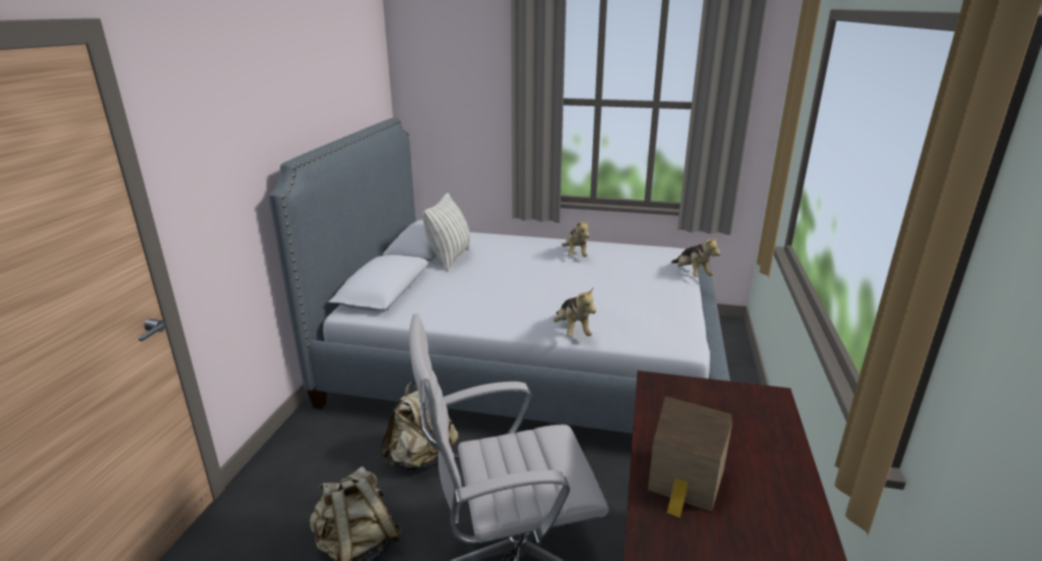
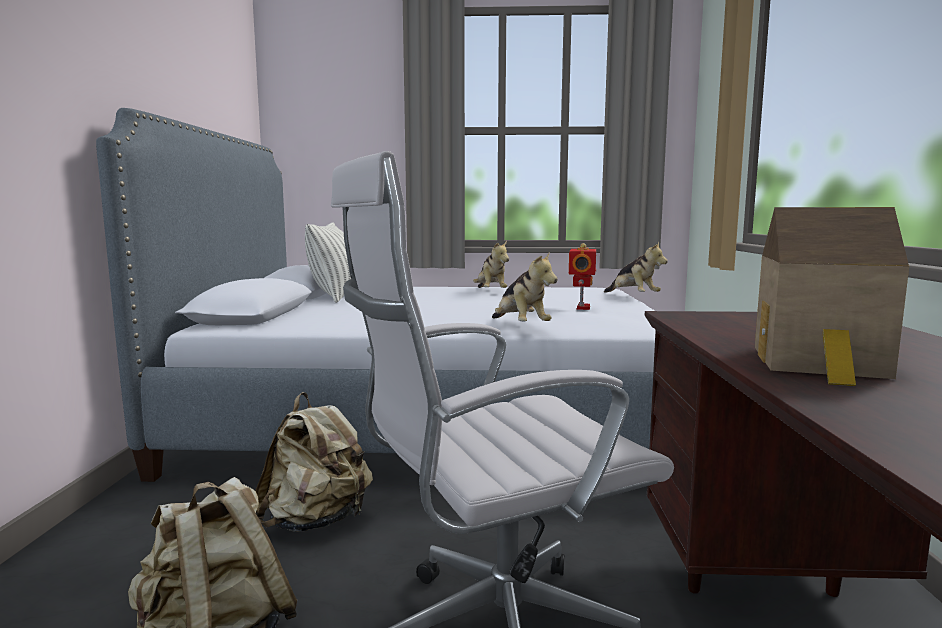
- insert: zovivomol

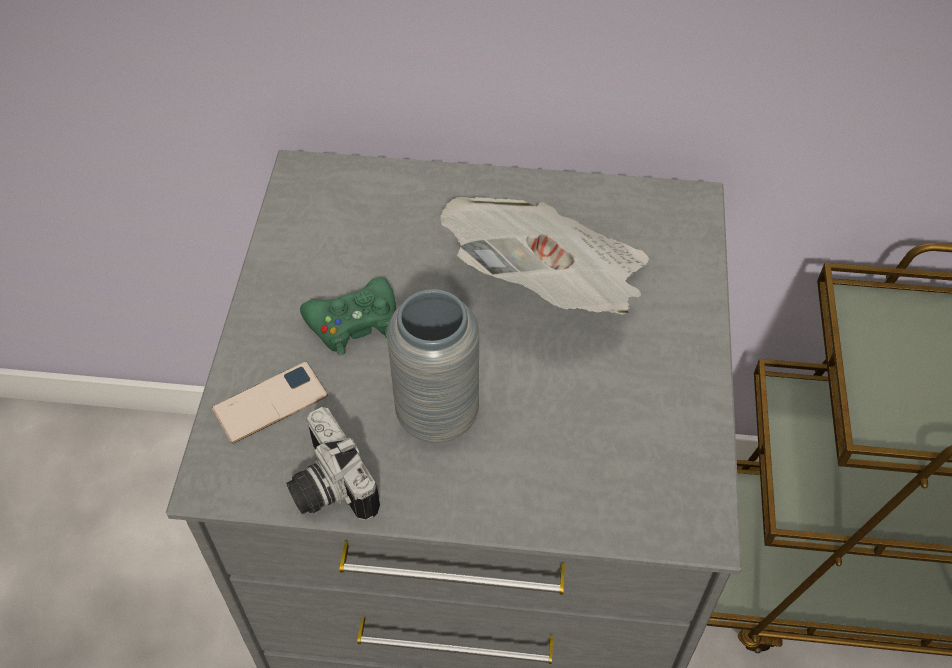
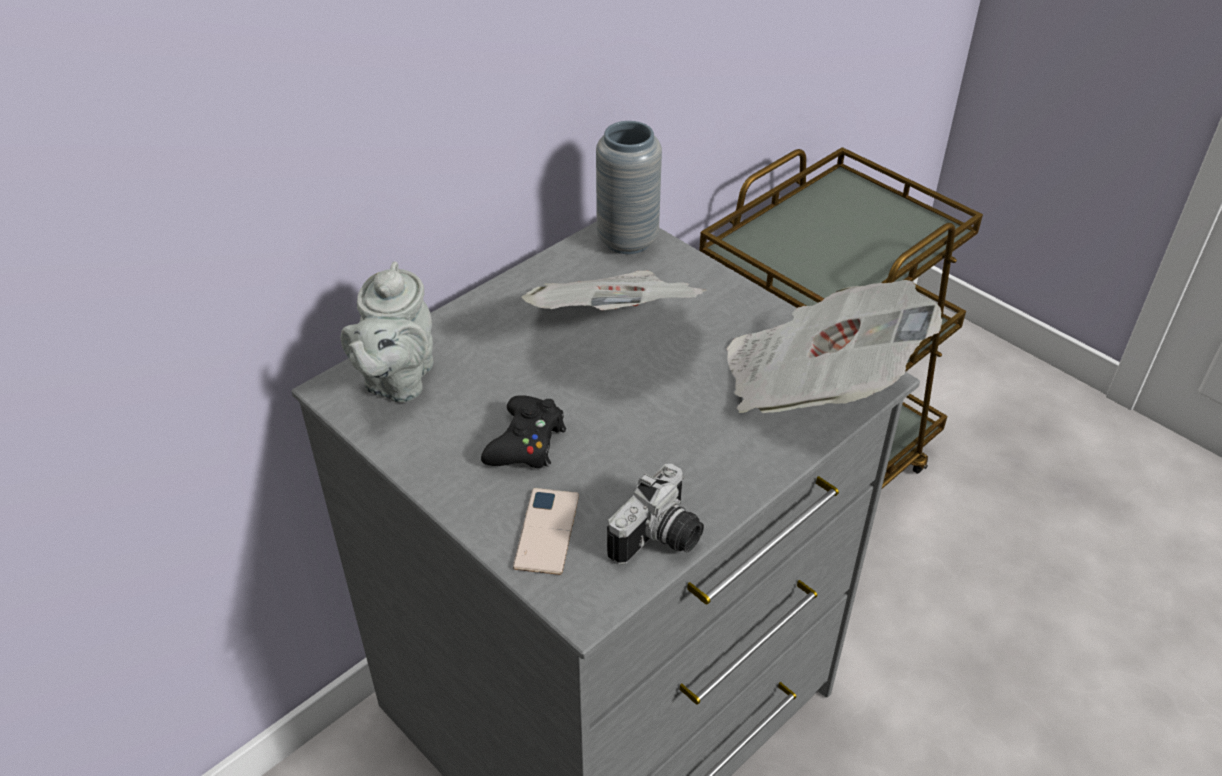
- insert: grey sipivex
- recolor: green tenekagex to black tenekagex
- move: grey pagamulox
- rotate: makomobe 60 degrees counterclockwise
- insert: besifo (2nd from left)

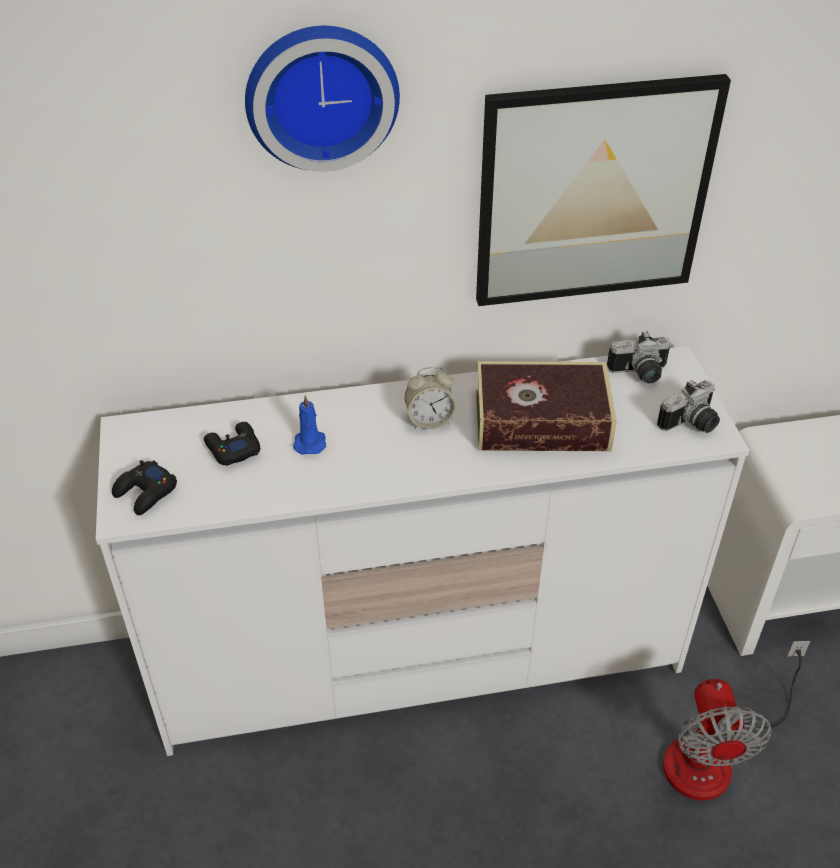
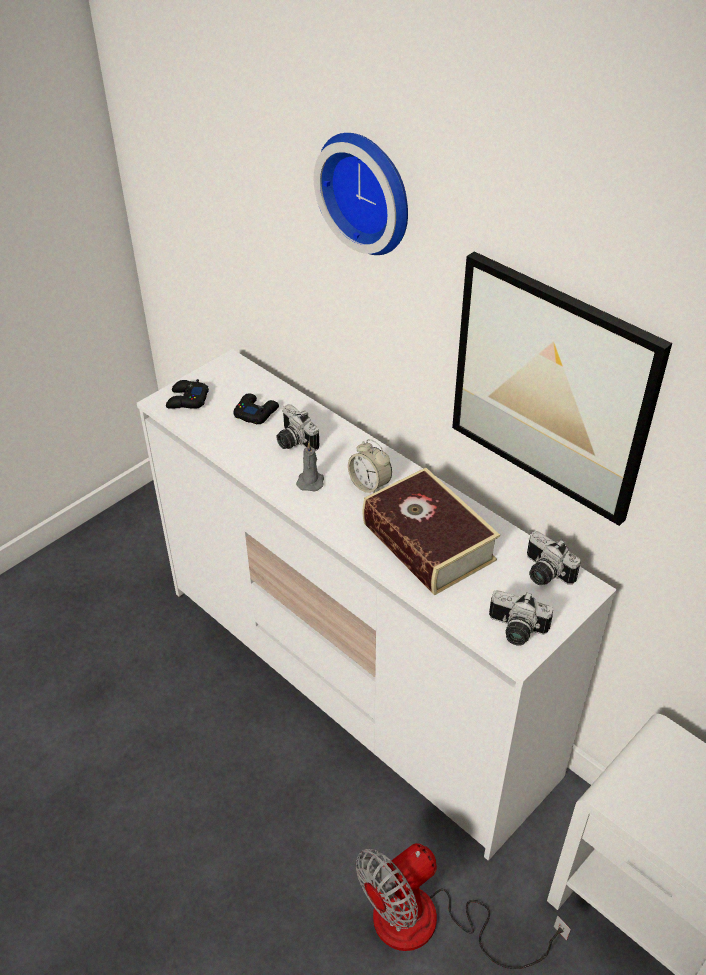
- replace: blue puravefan to makomobe (1st from left)
- insert: grey puravefan

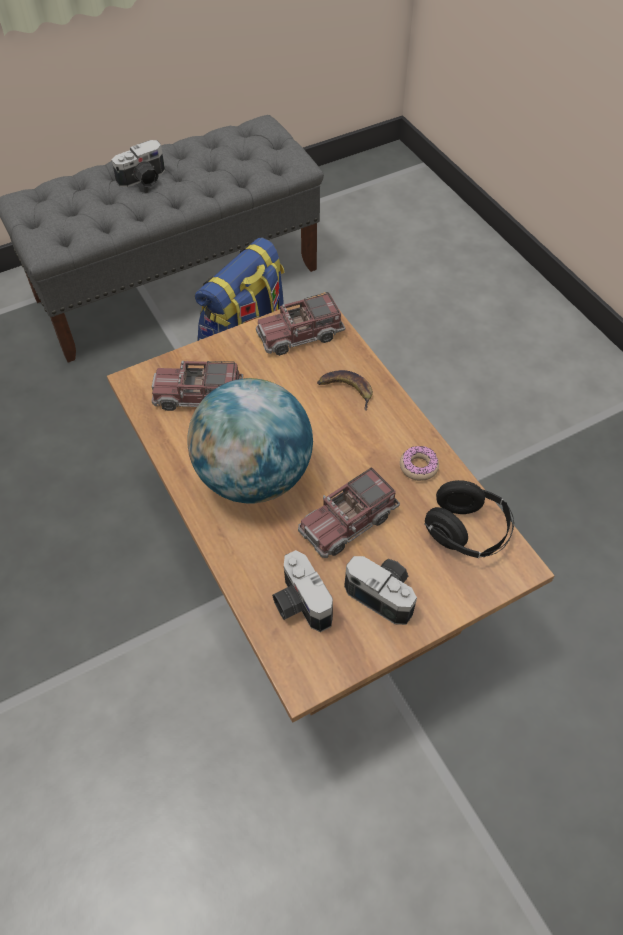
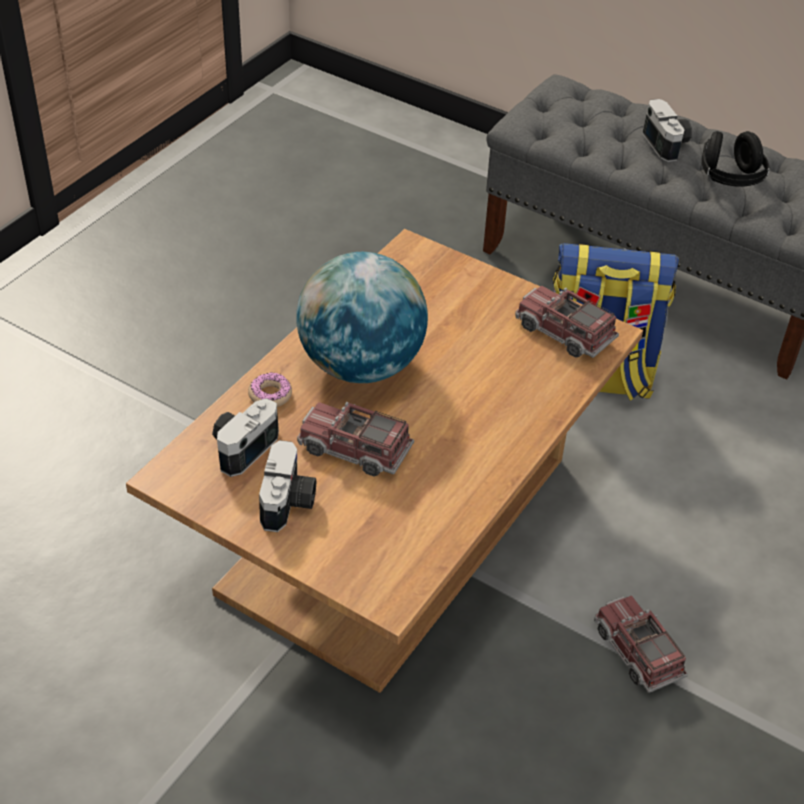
- move: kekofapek
- move: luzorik (1st from left in the first image) to luzorik (3rd from left)
- rotate: makomobe (1st from left in the first image) 135 degrees counterclockwise
- move: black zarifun
- delete: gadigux

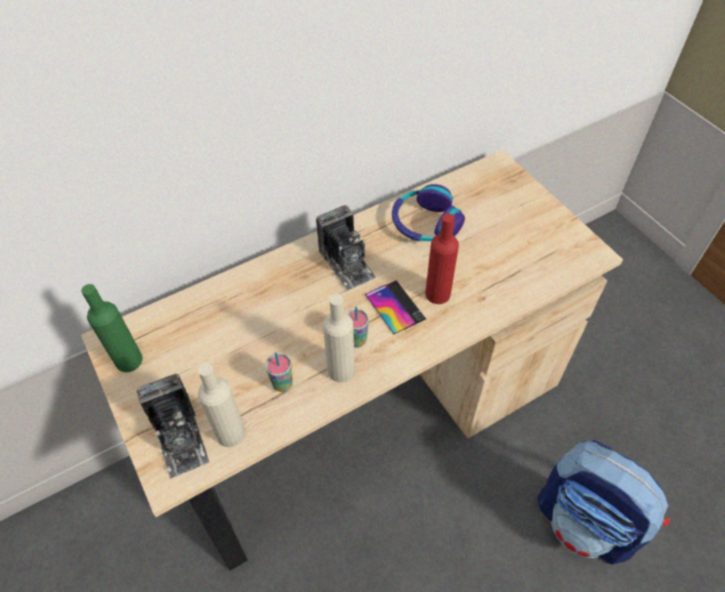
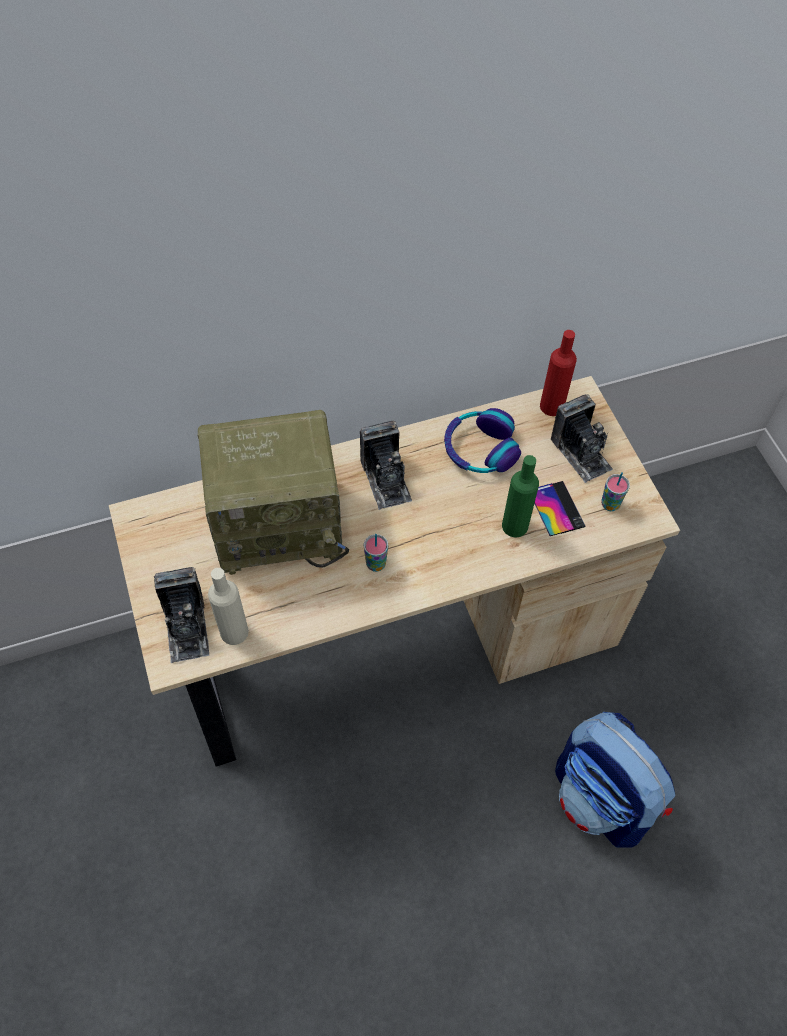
- insert: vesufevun
- move: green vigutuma
- move: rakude
- move: red vigutuma
- insert: makomobe (3rd from left)
- move: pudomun (1st from left in the first image) to pudomun (2nd from left)
- delete: beige vigutuma (2nd from left)

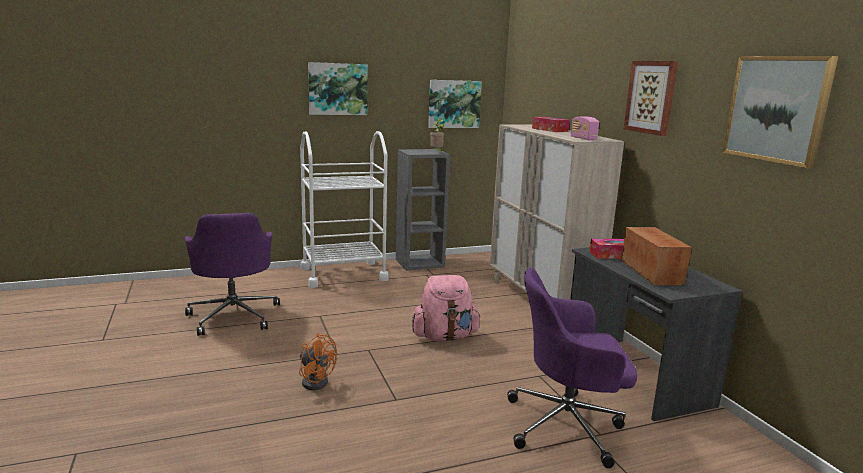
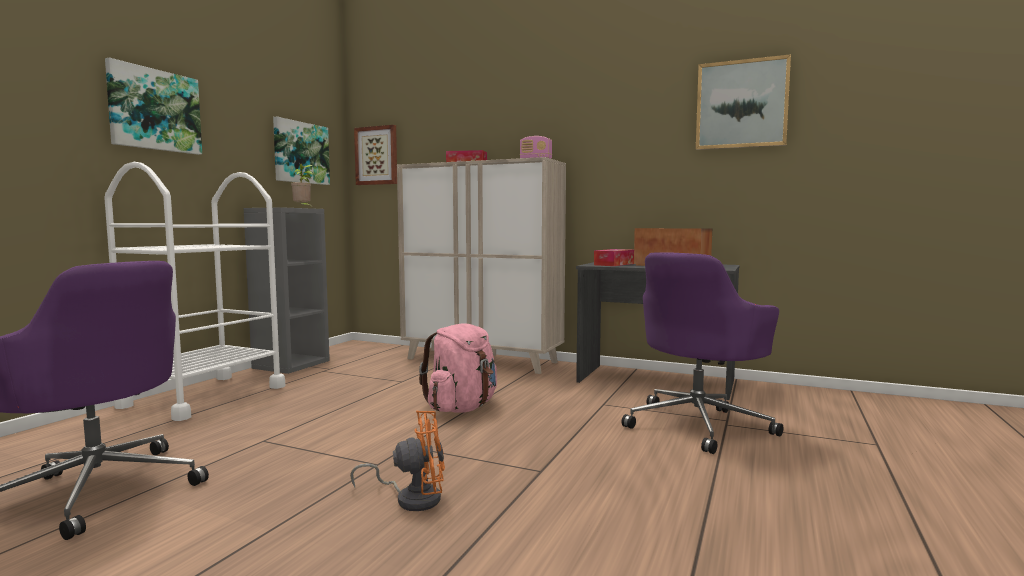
- move: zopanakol (3rd from left)

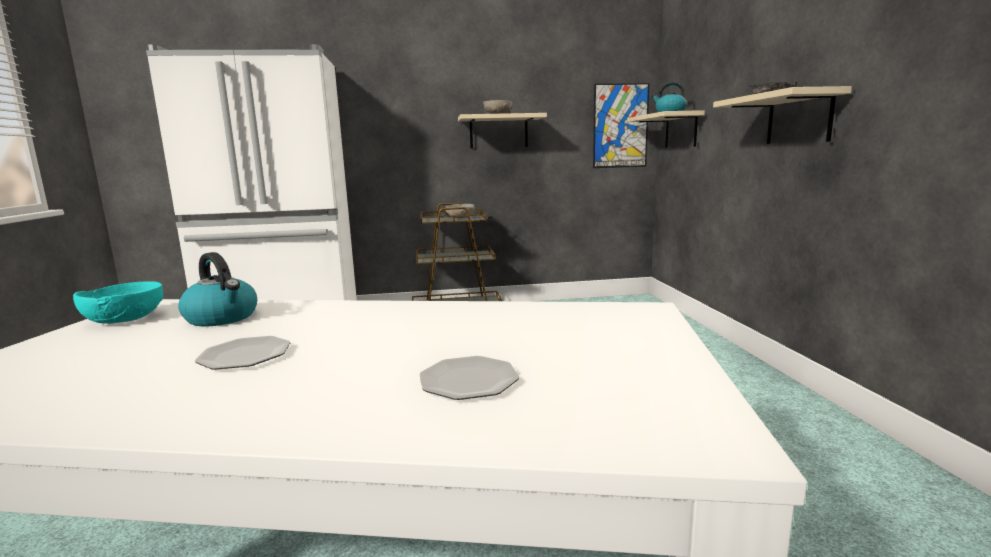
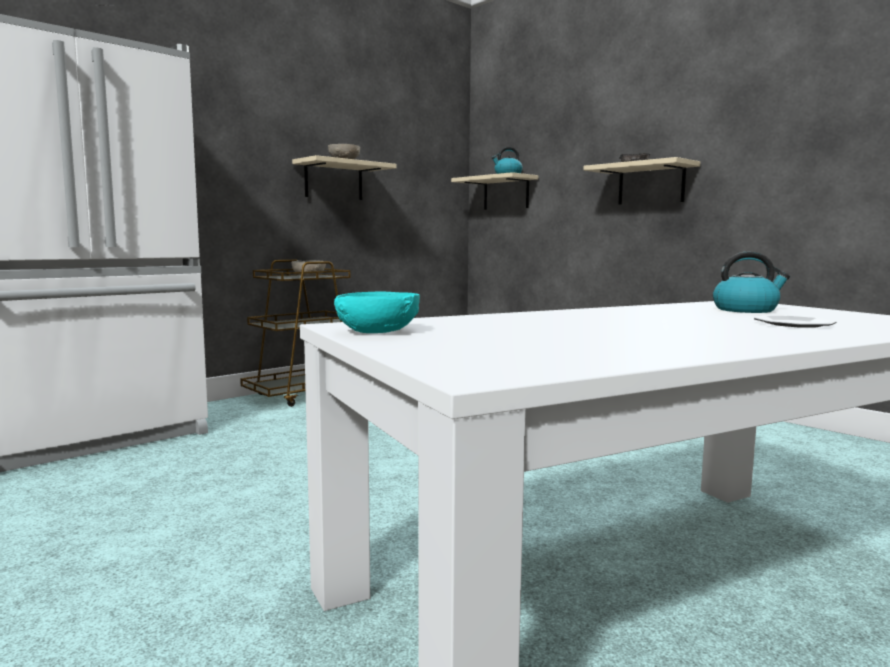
- move: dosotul (1st from left in the first image) to dosotul (2nd from left)
- delete: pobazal (1st from left)
- delete: zopanakol

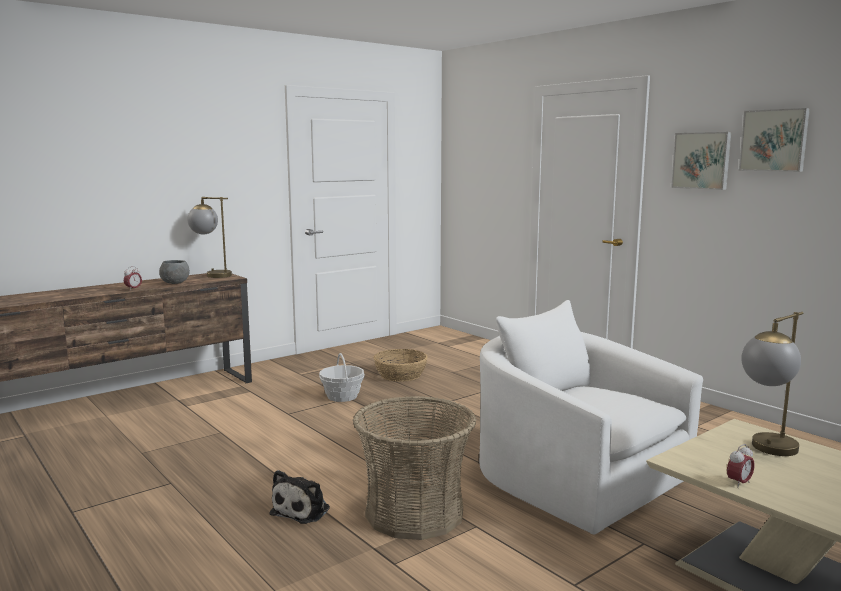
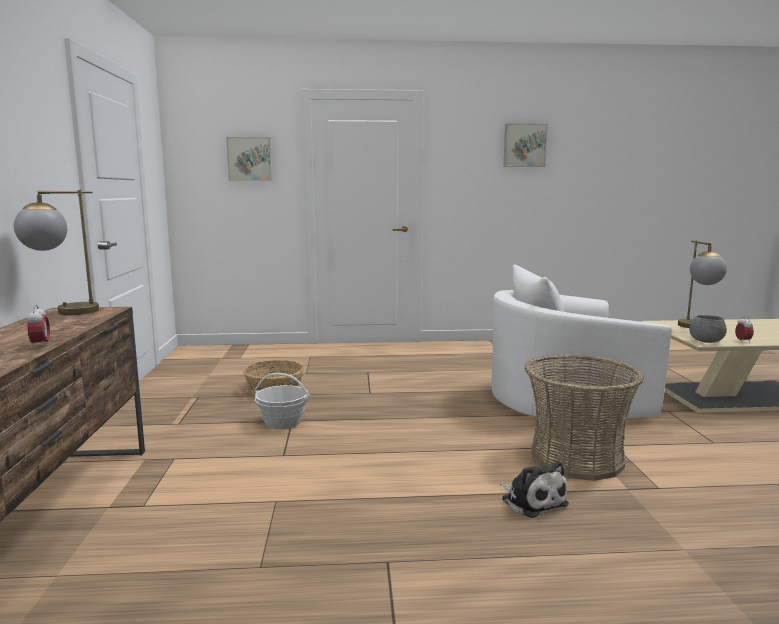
- move: zopanakol (1st from left)
- move: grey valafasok

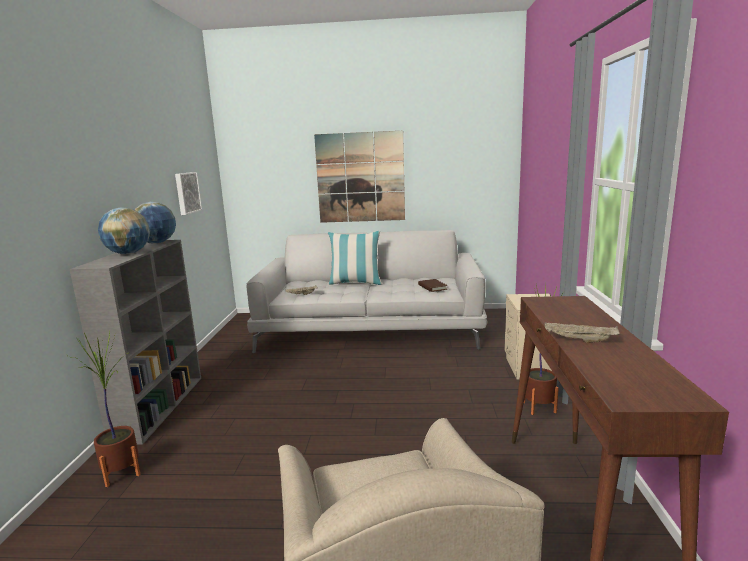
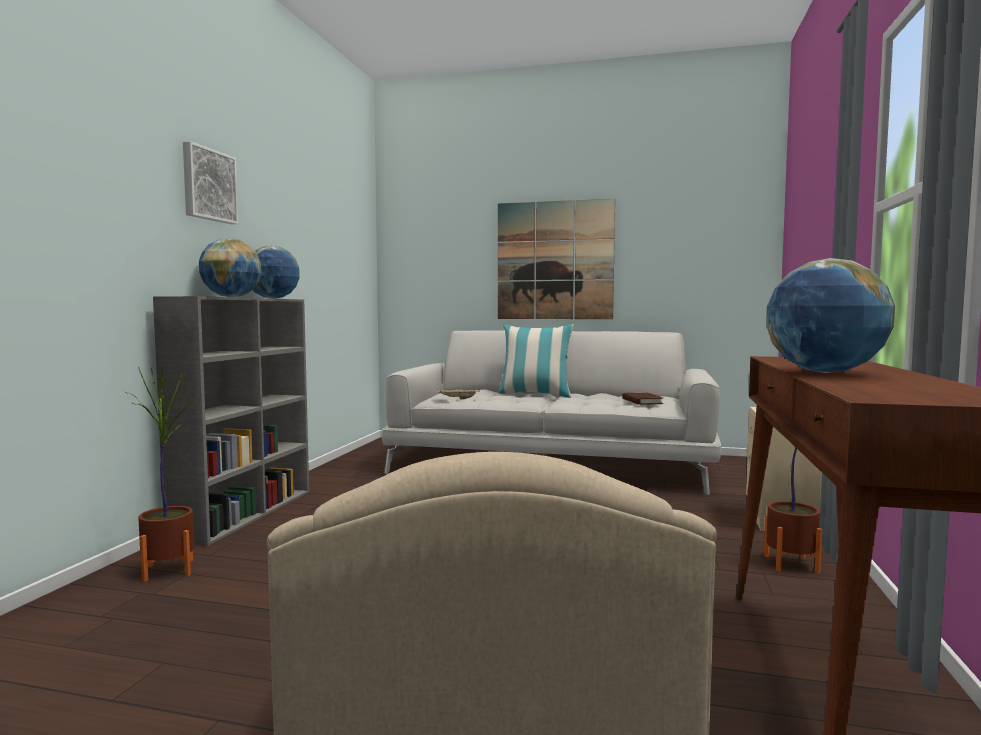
- move: zopanakol (1st from left)
- replace: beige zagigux (2nd from left) to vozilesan (3rd from left)

